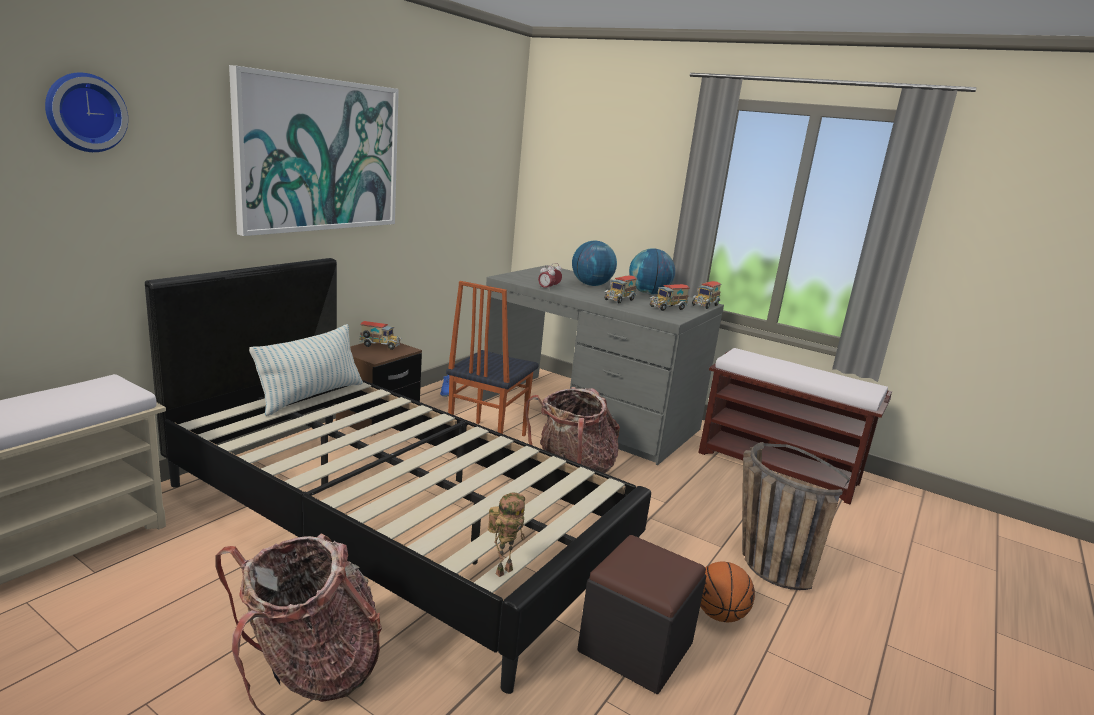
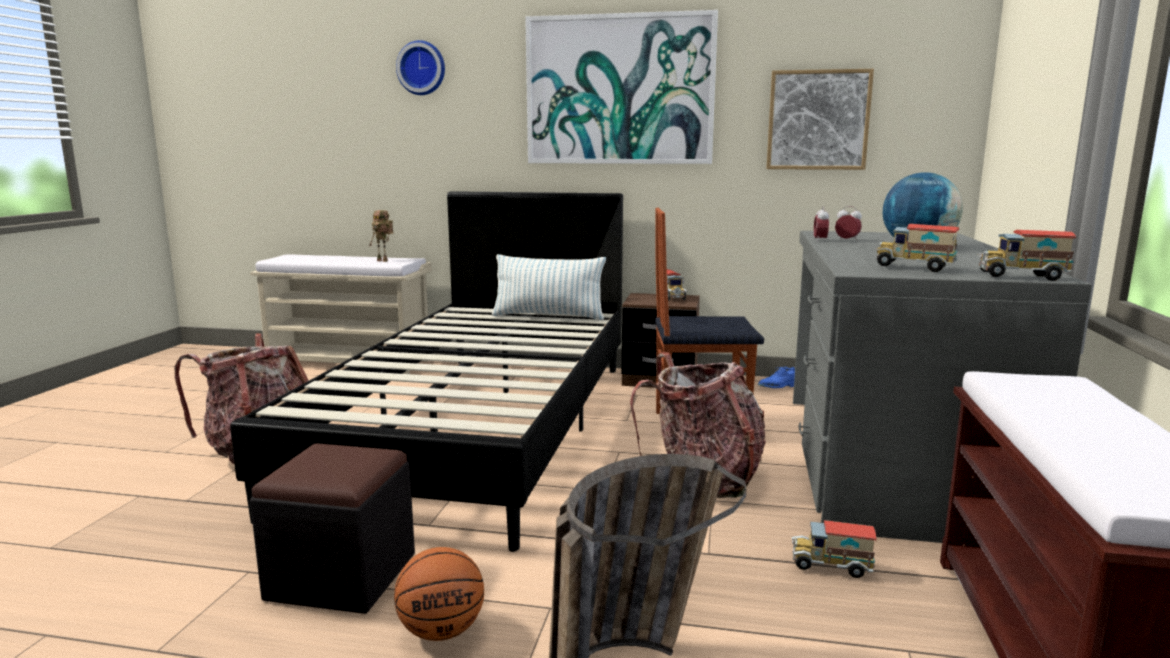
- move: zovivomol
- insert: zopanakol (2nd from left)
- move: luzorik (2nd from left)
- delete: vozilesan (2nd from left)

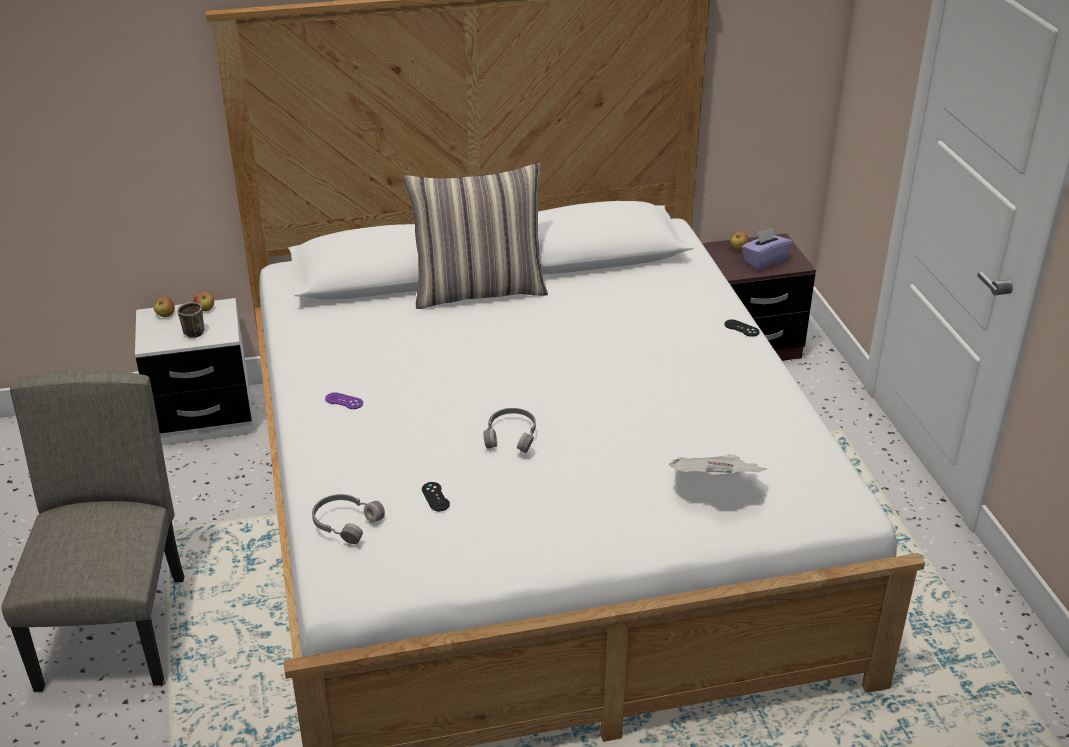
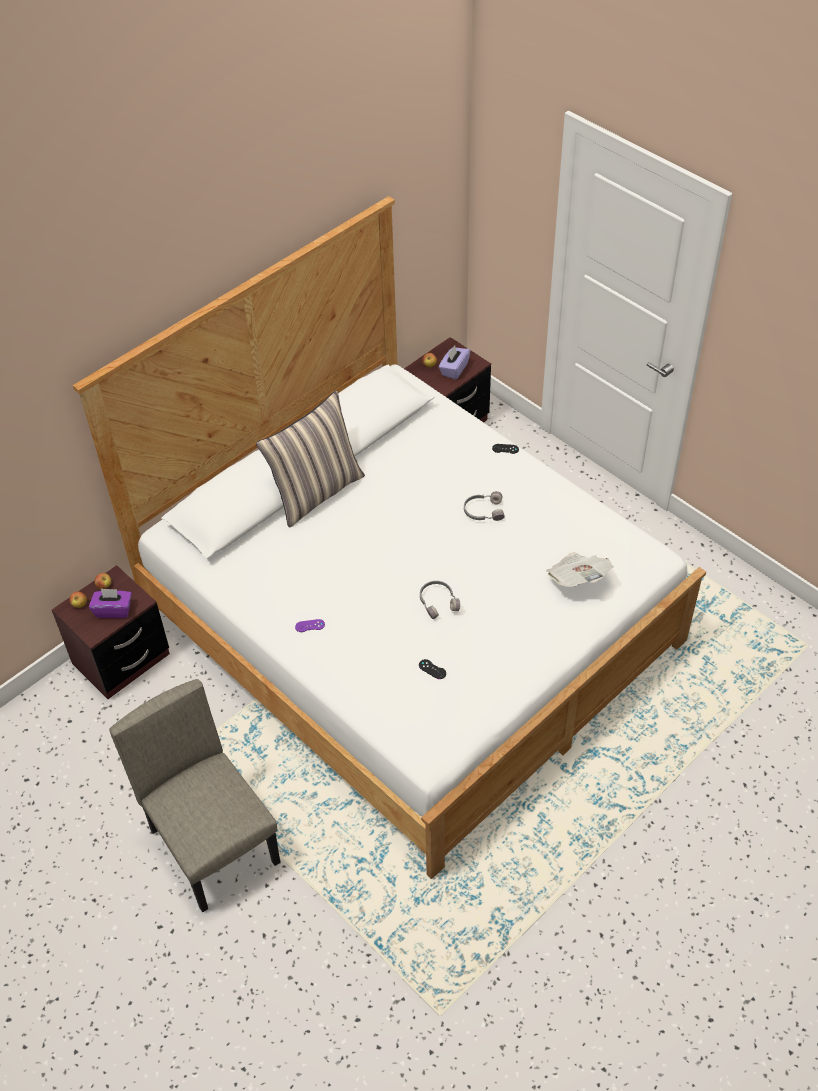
- recolor: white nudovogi to brown nudovogi (1st from left)
- replace: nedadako to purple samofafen (1st from left)
- move: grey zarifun (1st from left in the first image) to grey zarifun (2nd from left)

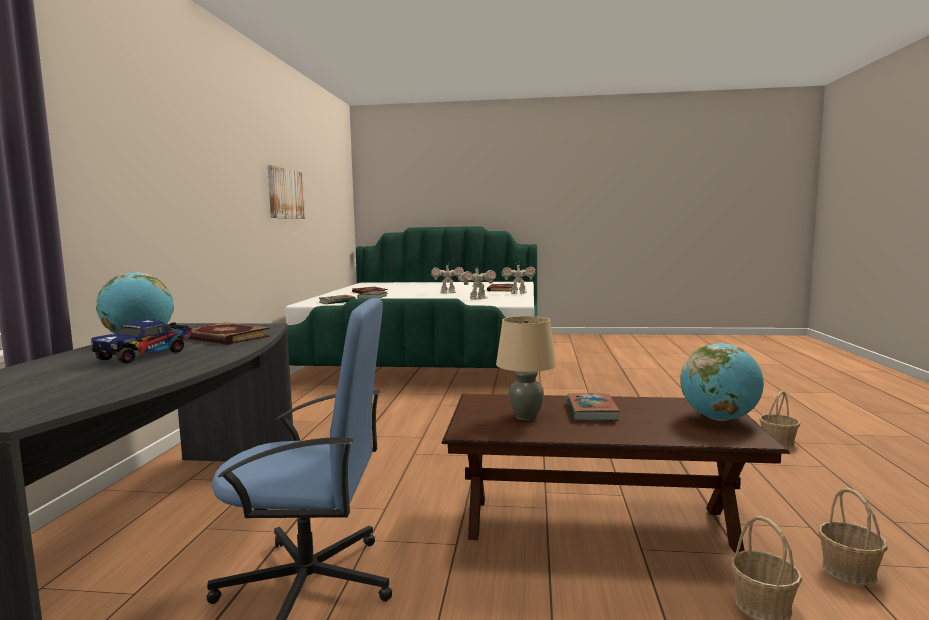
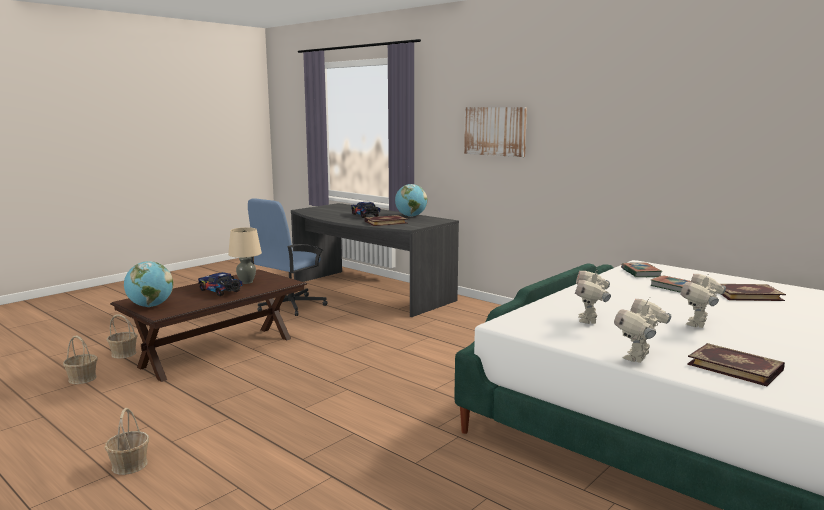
- replace: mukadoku (6th from left) to luzorik (1st from left)
- move: zopanakol

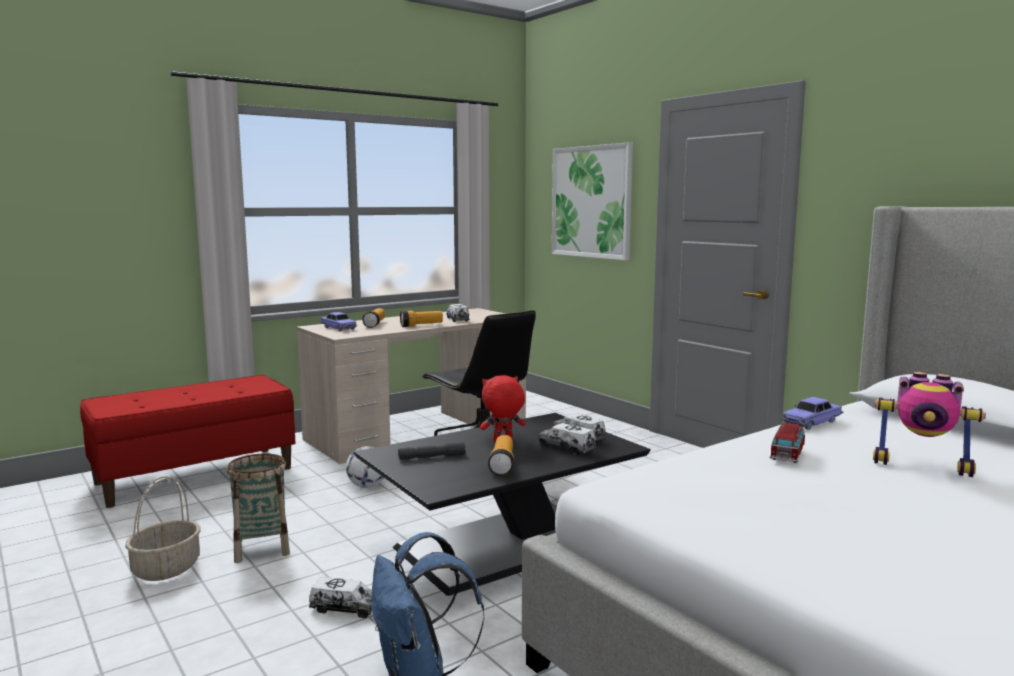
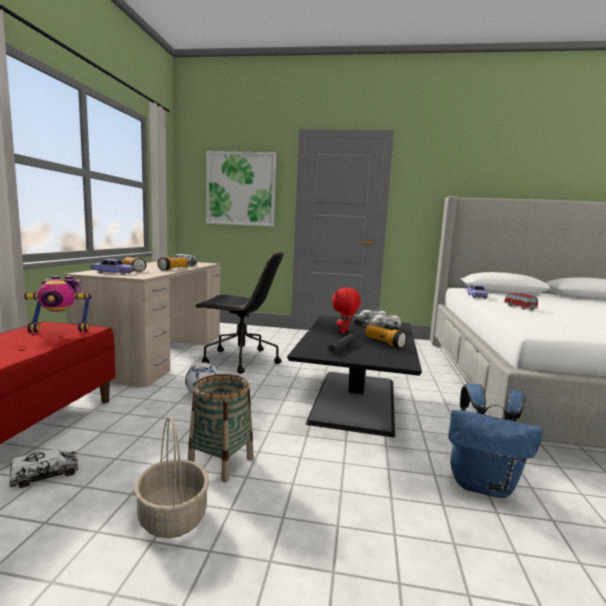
- move: luzorik (1st from left)
- move: zovivomol

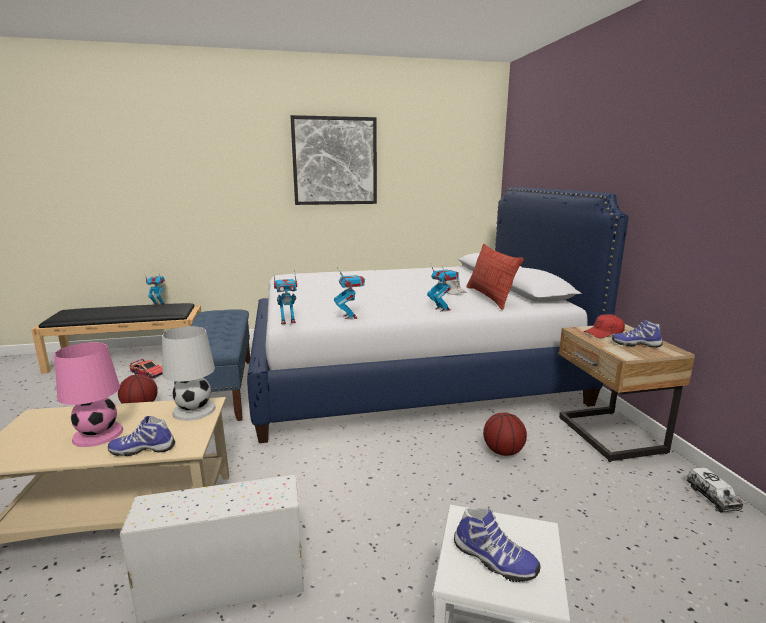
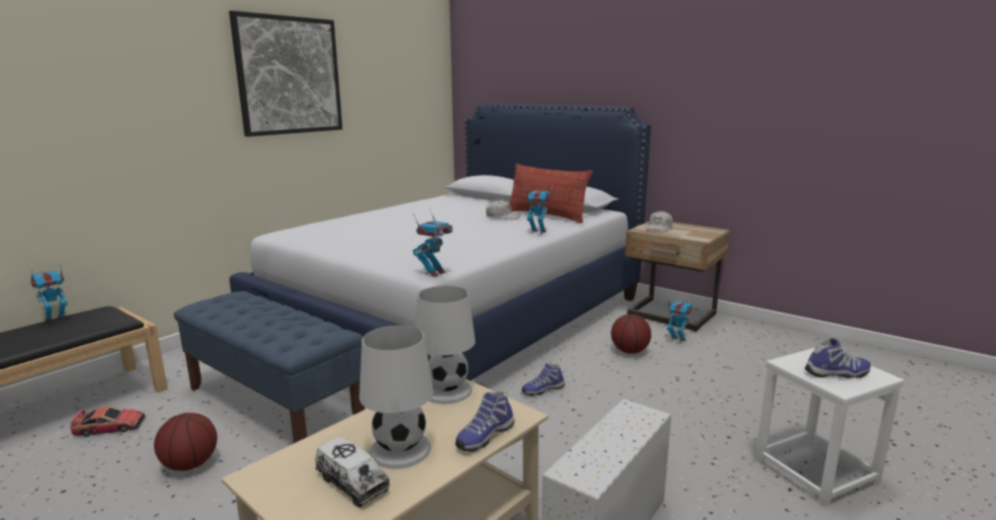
- move: luzorik
- recolor: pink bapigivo to white bapigivo (1st from left)
- move: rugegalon (3rd from left in the first image) to rugegalon (2nd from left)
- recolor: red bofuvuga to white bofuvuga (2nd from left)
- move: zovivomol (3rd from left in the first image) to zovivomol (4th from left)

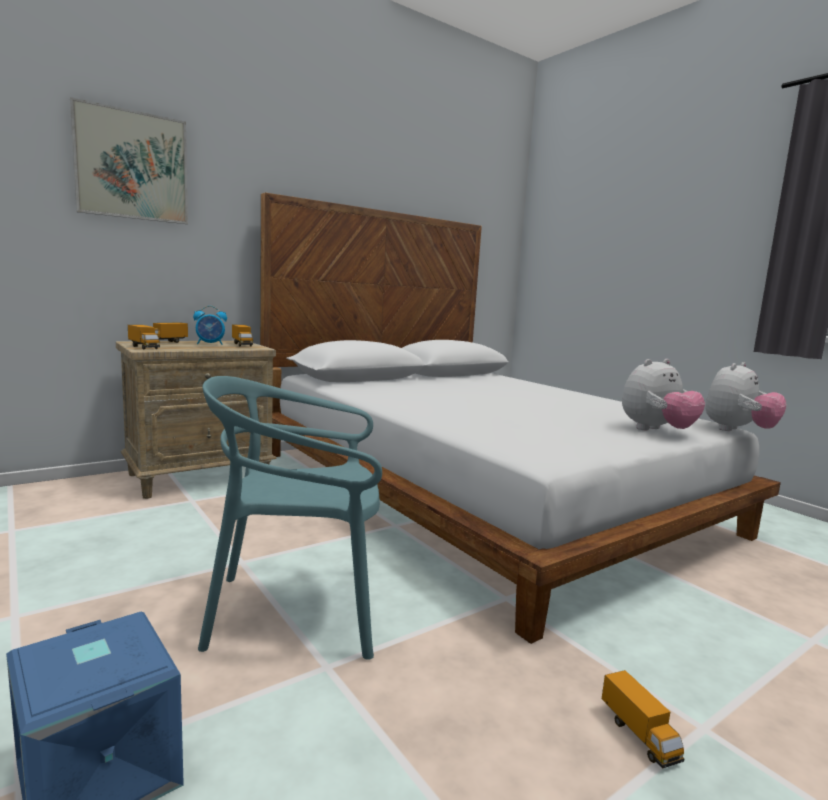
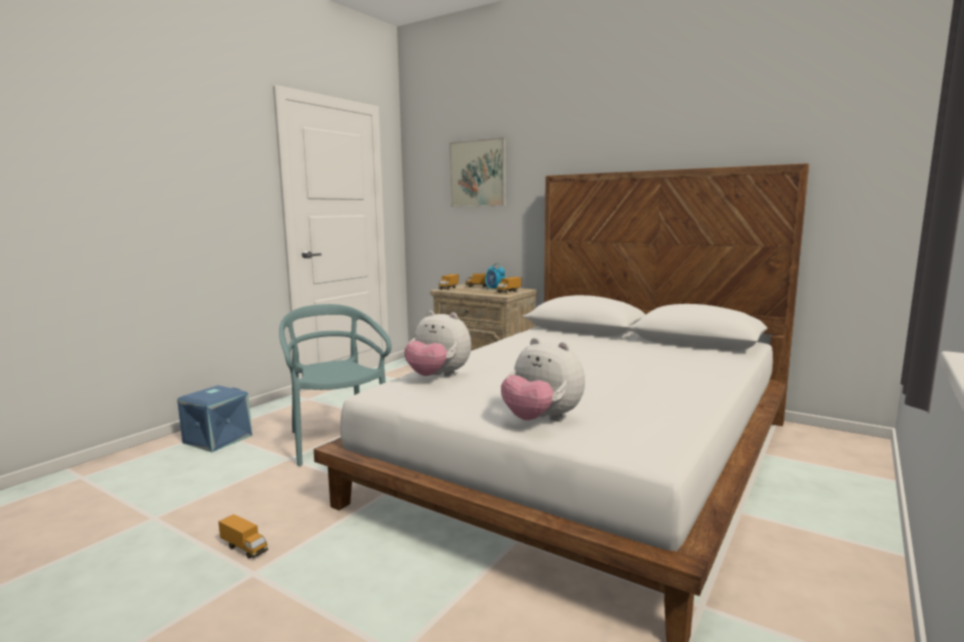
- rotate: luzorik (4th from left in the first image) 105 degrees counterclockwise
- move: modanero (2nd from left in the first image) to modanero (1st from left)

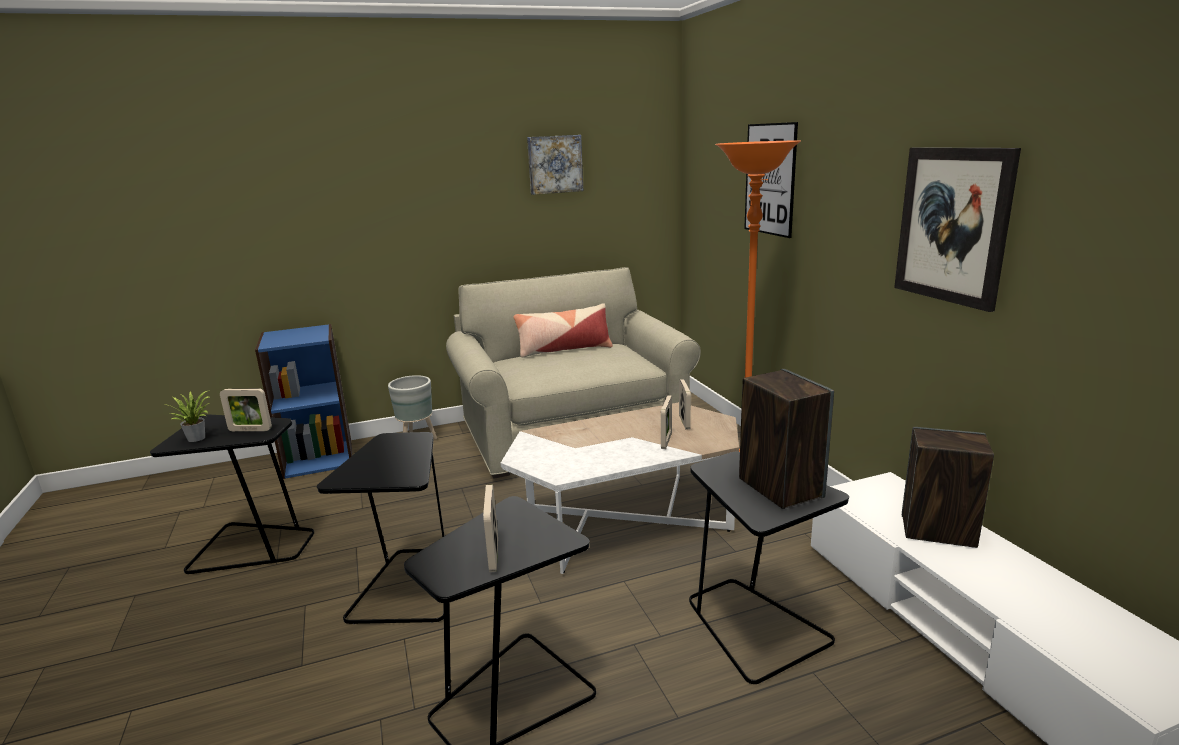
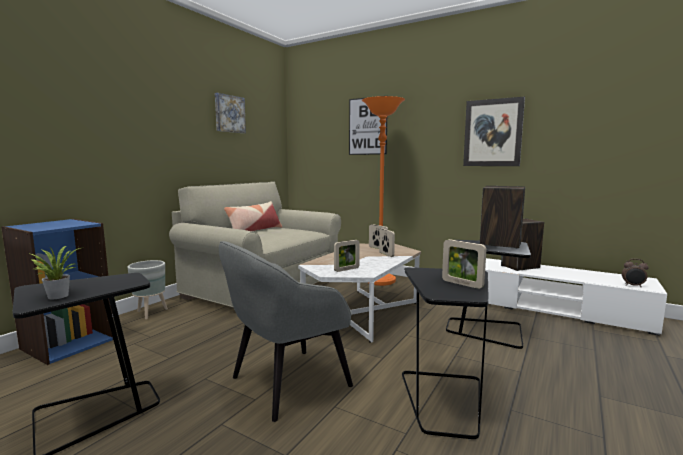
- replace: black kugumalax (2nd from left) to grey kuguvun
- move: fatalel (1st from left)
- insert: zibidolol

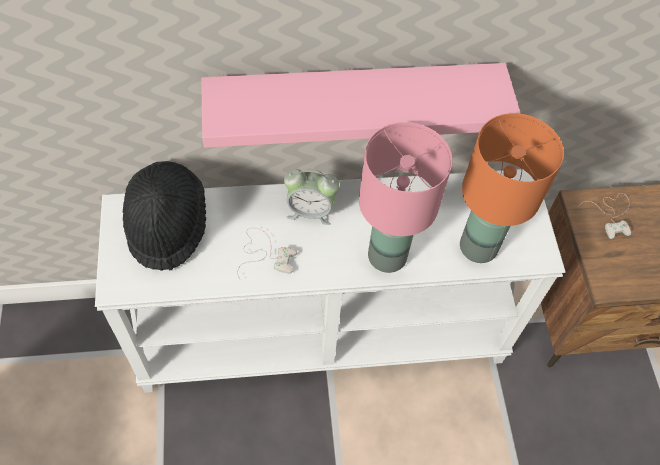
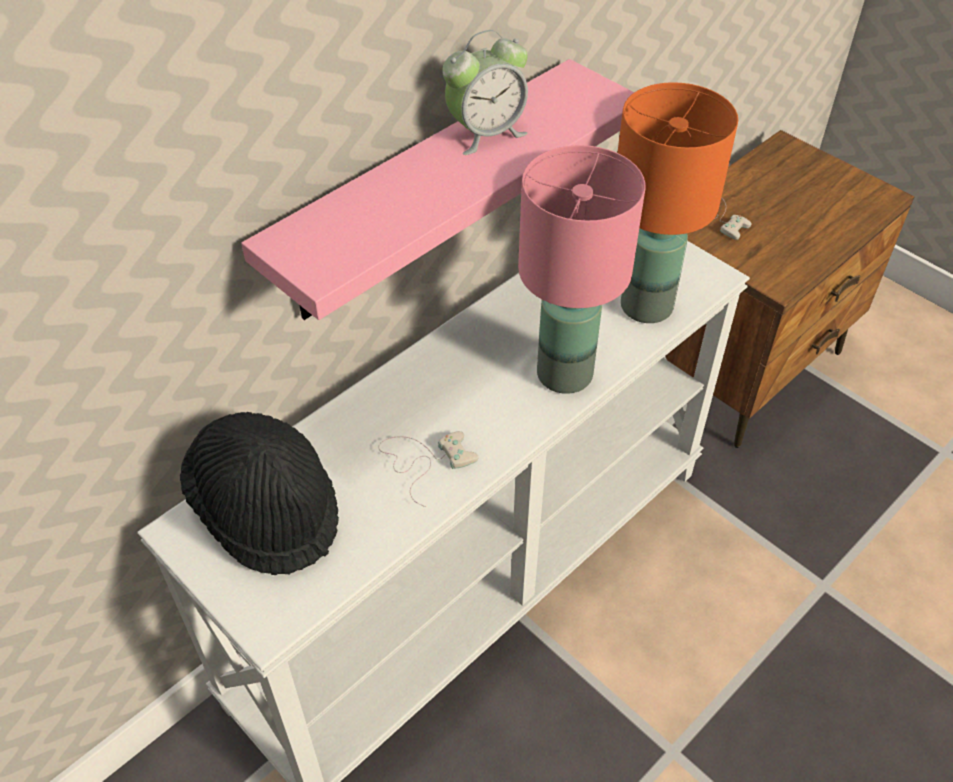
- move: zibidolol

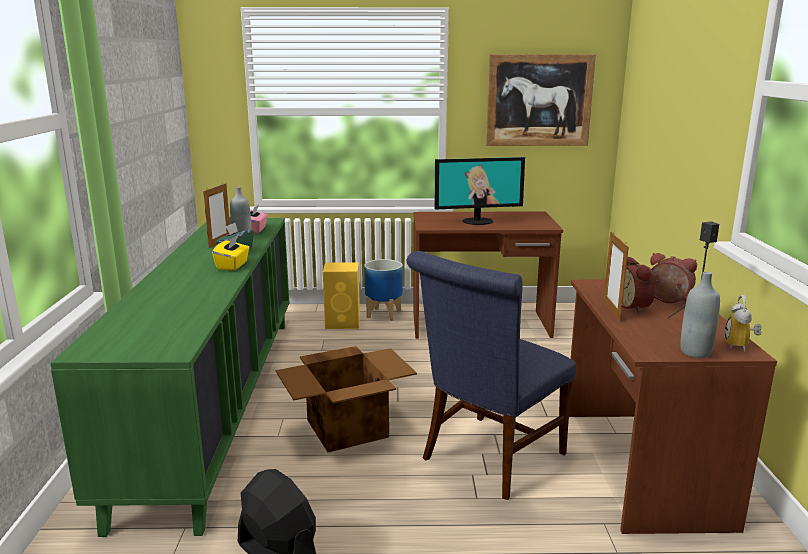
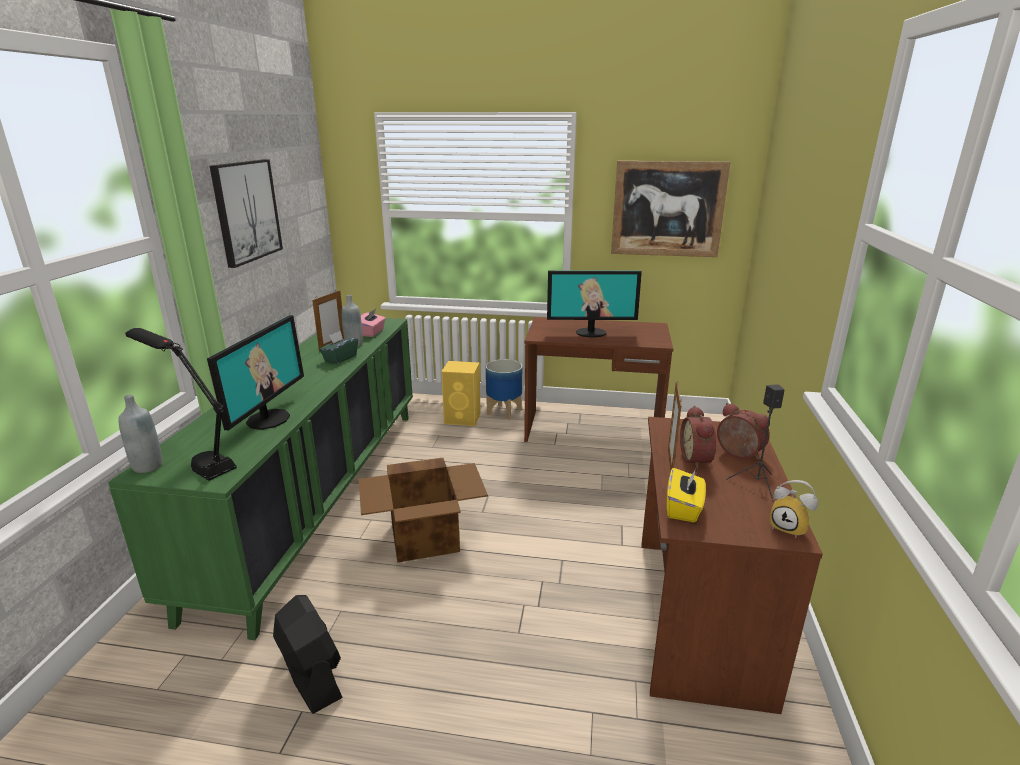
- move: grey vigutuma (2nd from left in the first image) to grey vigutuma (1st from left)
- insert: black bapigivo
- insert: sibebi (1st from left)
- insert: zopanakol (1st from left)
- move: yellow samofafen
- rotate: zibidolol (3rd from left) 75 degrees counterclockwise
- delete: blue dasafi

